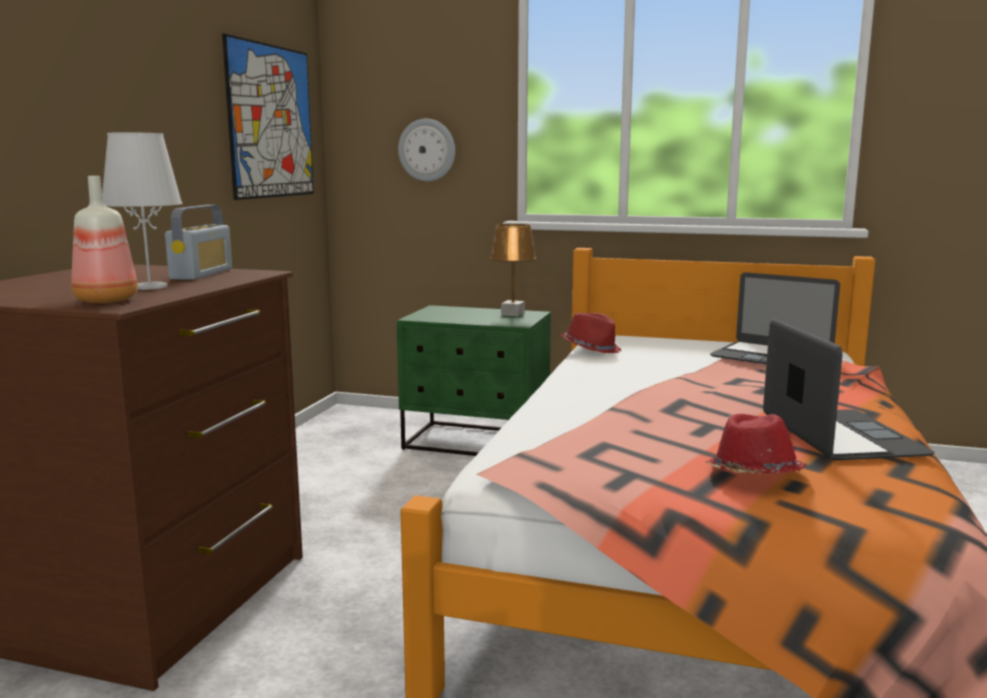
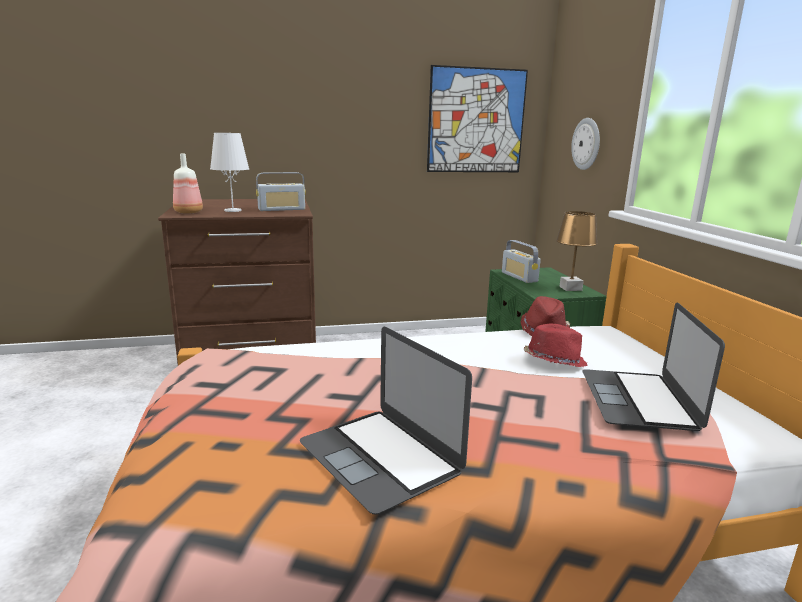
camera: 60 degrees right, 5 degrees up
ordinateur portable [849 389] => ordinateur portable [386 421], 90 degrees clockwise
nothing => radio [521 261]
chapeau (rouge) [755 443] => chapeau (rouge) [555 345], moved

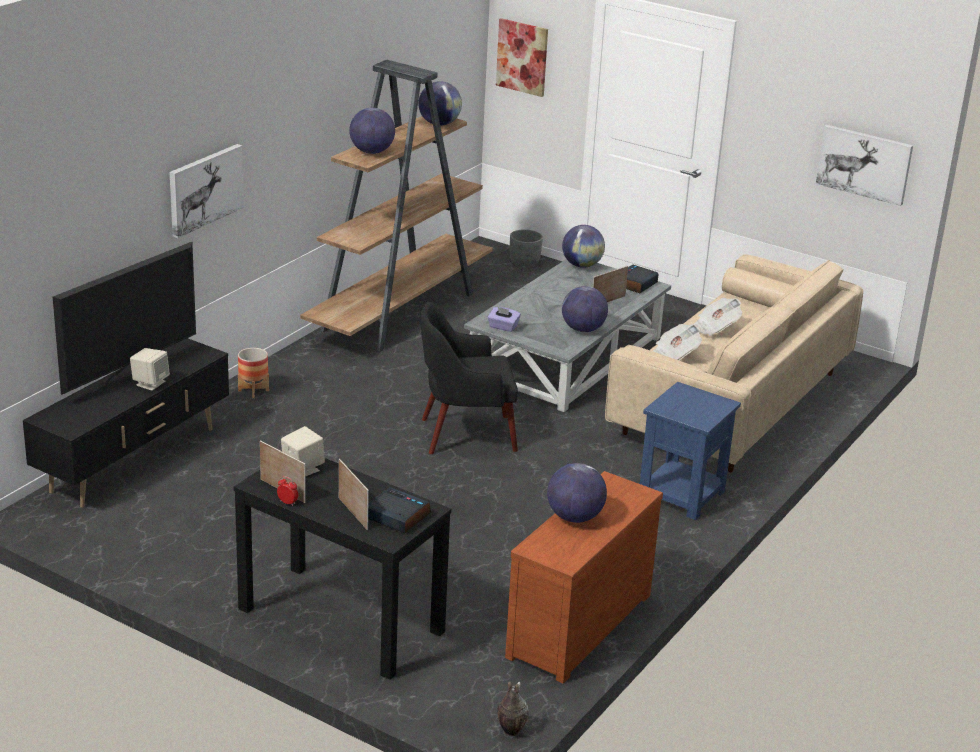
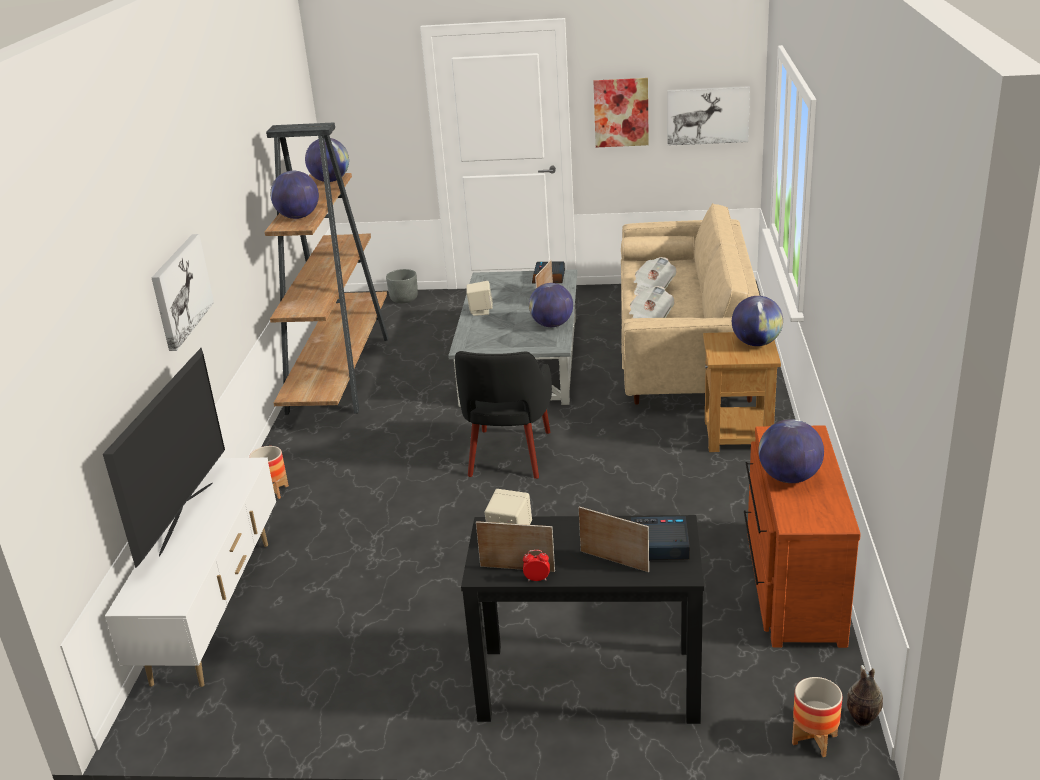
camera: 25 degrees left, 0 degrees up
meuble télé (noir) [126 423] => meuble télé (blanc) [190 572]
fauteuil (noir) [469 378] => fauteuil (noir) [503 415], 45 degrees counterclockwise
enceinte (beige) [150 369] => enceinte (beige) [479 298], moved
tableau [522 57] => tableau [621 112], moved
table d'appoint (bleu) [690 451] => table d'appoint (marron) [742 392]
globe [583 246] => globe [757 321], moved
nothing => cache-pot [817 717]
boîte à mouchoirs (violet) [504 319] => nothing

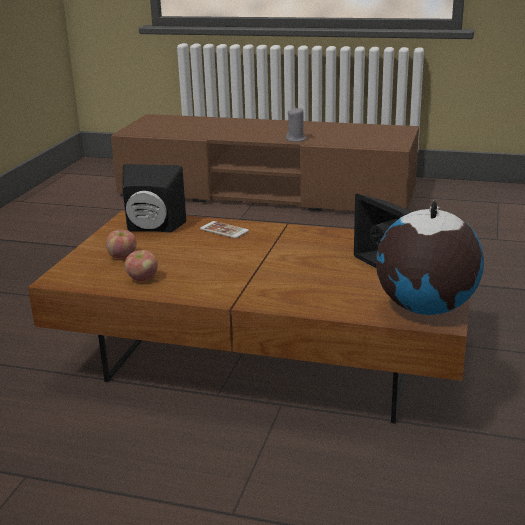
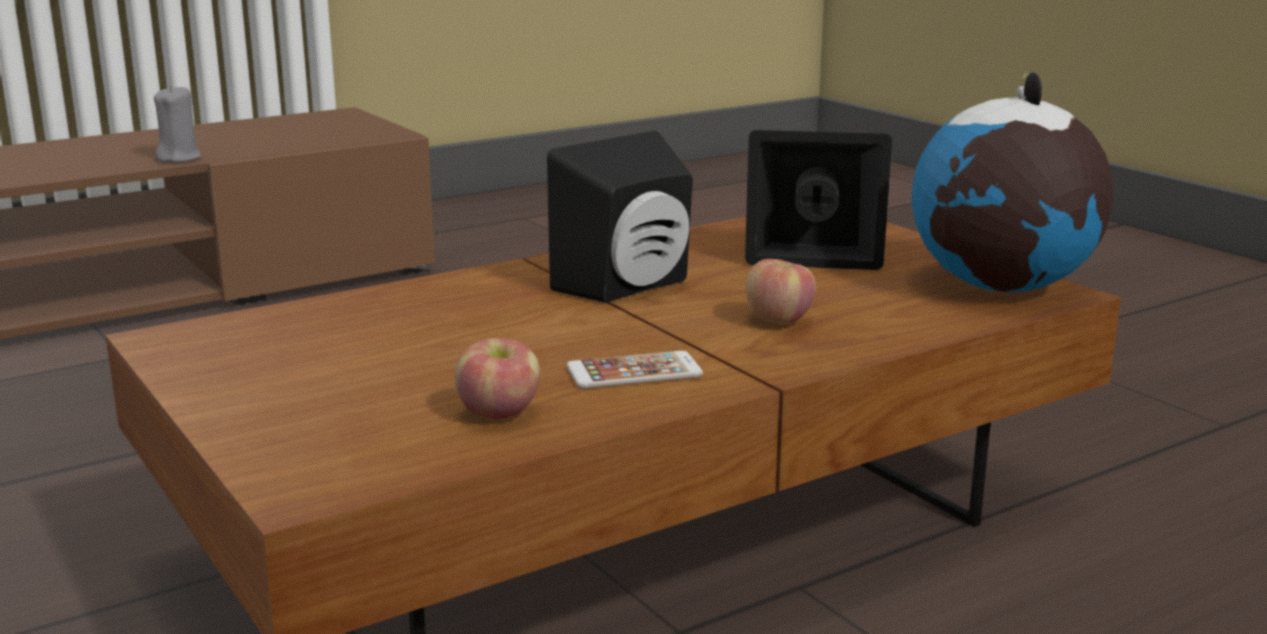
camera: 50 degrees left, 5 degrees down
enceinte (noir) [154 198] => enceinte (noir) [620 217], moved
téléphone [224 229] => téléphone [634 370], moved
pomme [121 244] => pomme [781 291], moved

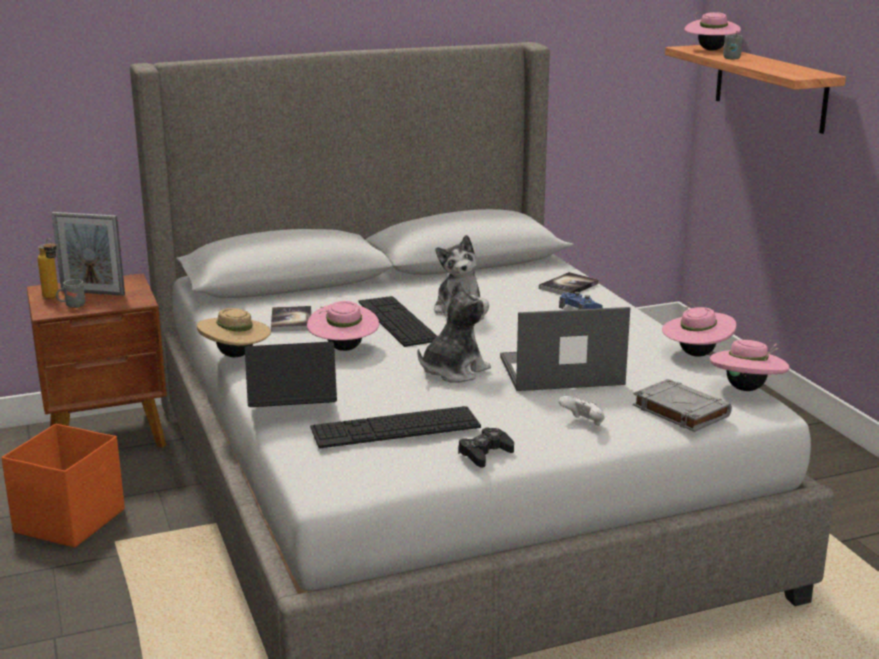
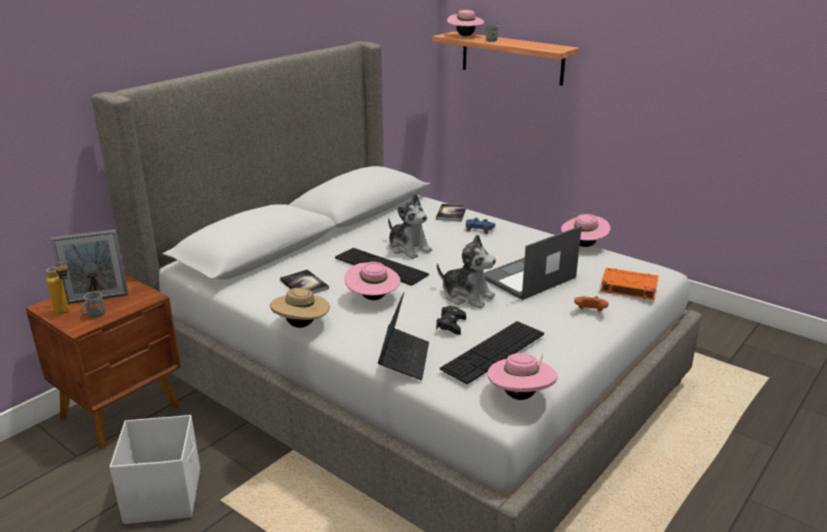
camera: 30 degrees left, 5 degrees up
boîte de rangement (orange) [63 486] => boîte de rangement (blanc) [154 469]
ordinateur portable [291 374] => ordinateur portable [403 336], 135 degrees clockwise
manette (noir) [486 447] => manette (noir) [451 320], moved
peluche [454 331] => peluche [466 271], 105 degrees clockwise
chapeau (rose) [749 365] => chapeau (rose) [522 376], moved
manette (blanc) [582 411] => manette (orange) [591 303]
livre (gris) [682 405] => livre (orange) [629 284]

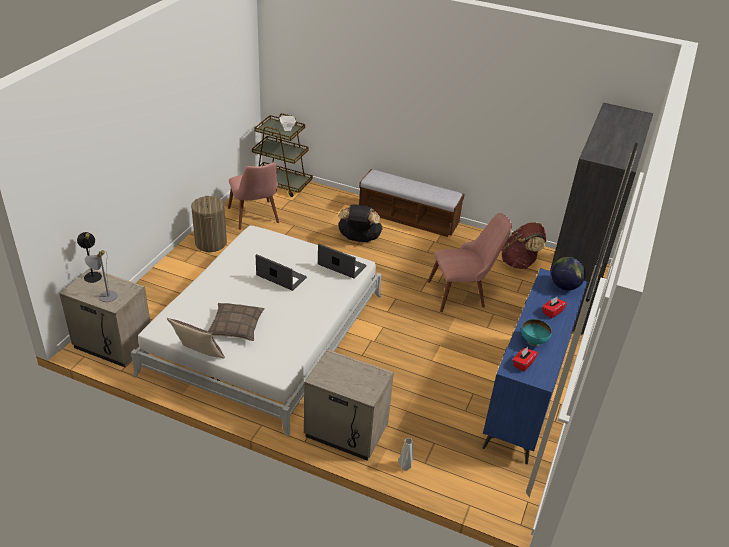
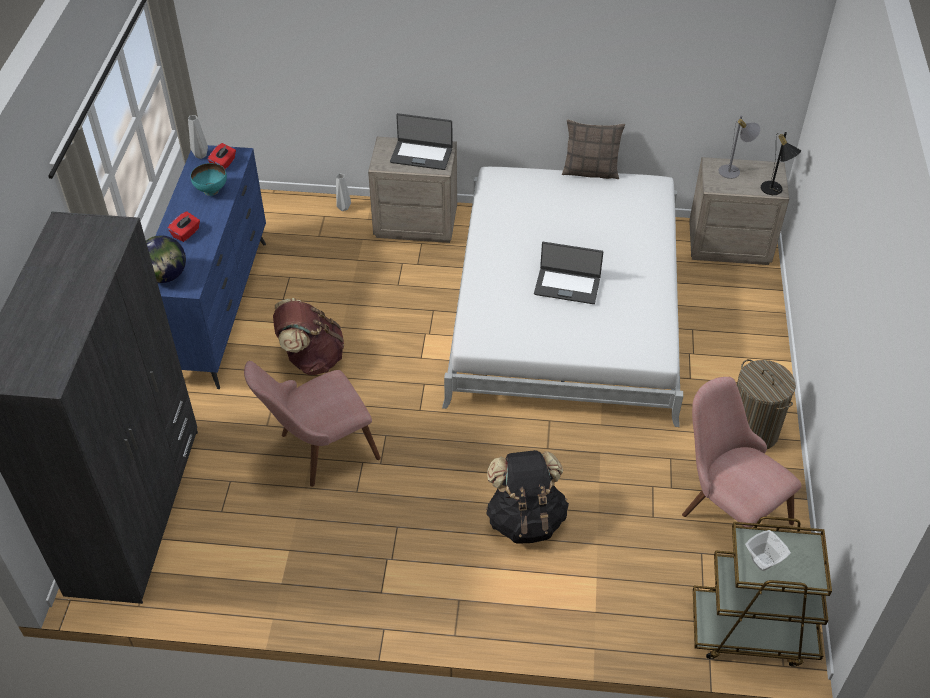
camera: 165 degrees right, 10 degrees up
nothing => vase (gris) [198 137]
sac à dos (marron) [523 245] => sac à dos (marron) [308 336], moved
ordinateur portable [342 261] => ordinateur portable [421 141], moved
coussin [236 322] => nothing
banc [412 203] => nothing

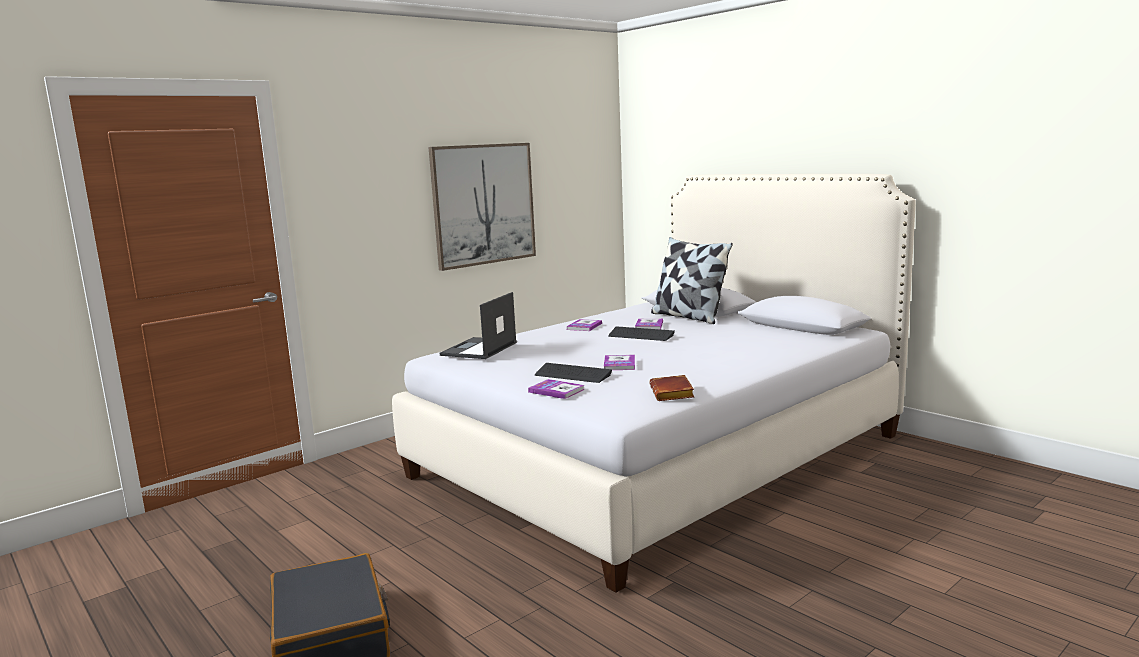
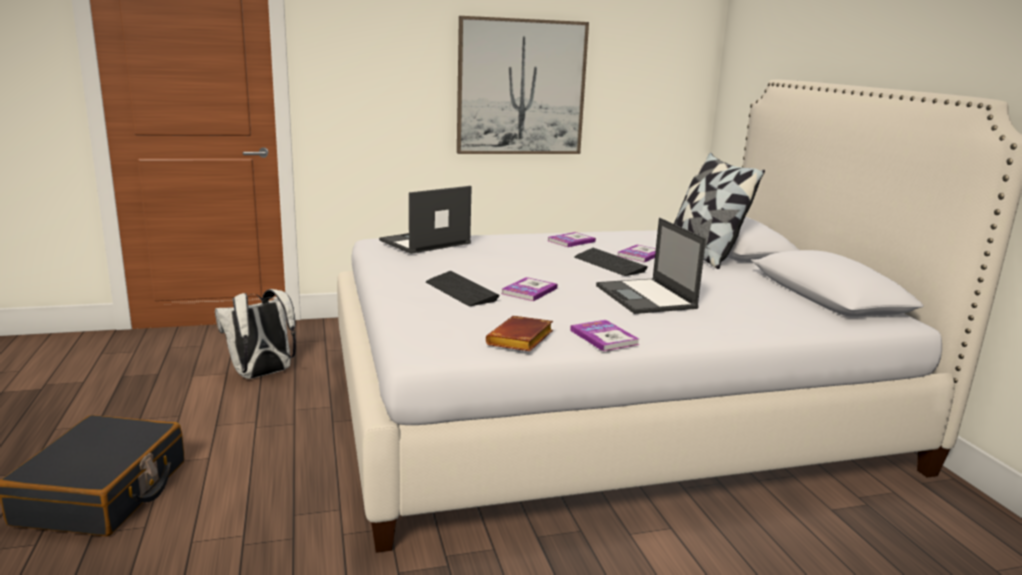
camera: 25 degrees right, 5 degrees up
nothing => sac à dos (blanc) [255 334]
livre [556 389] => livre [604 335], moved
nothing => ordinateur portable [651 266]

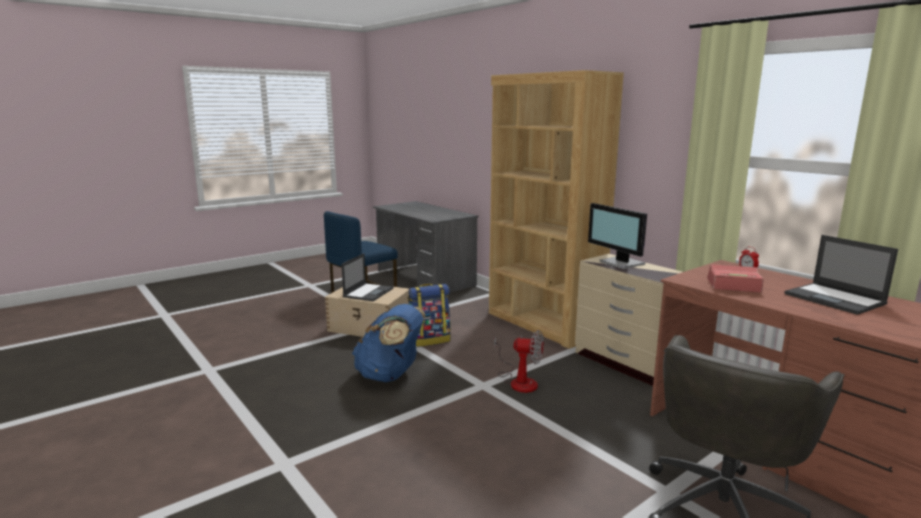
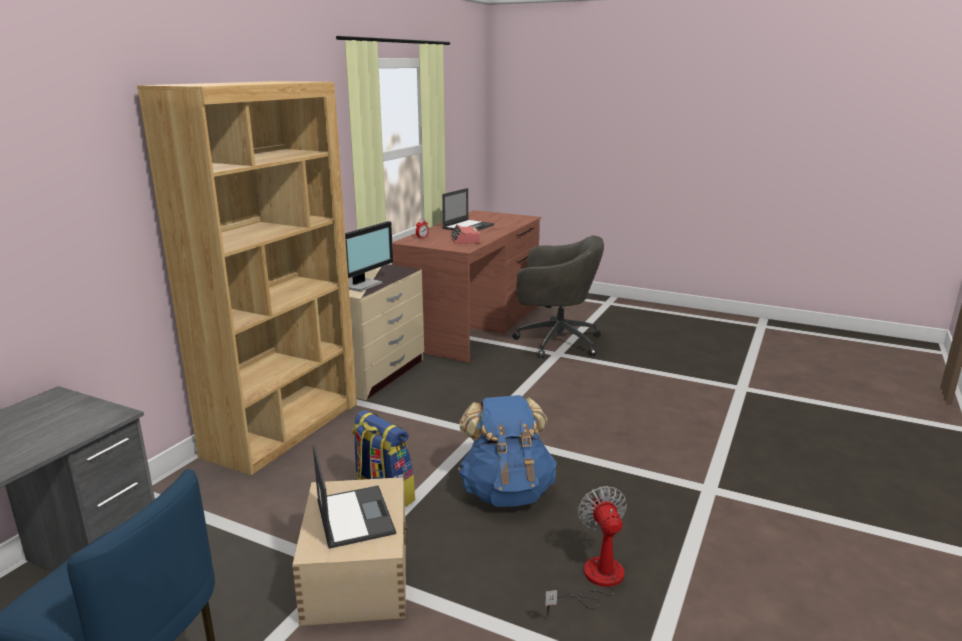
camera: 115 degrees left, 5 degrees up
ordinateur portable [367 277] => ordinateur portable [354 496], 75 degrees clockwise
ventilateur [519 361] => ventilateur [586 551], moved

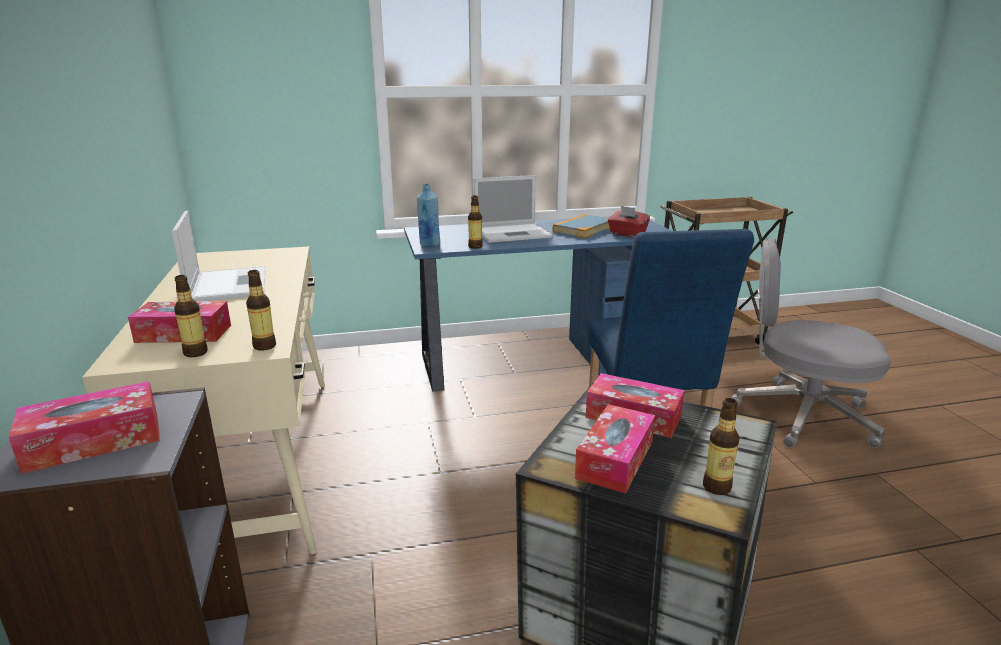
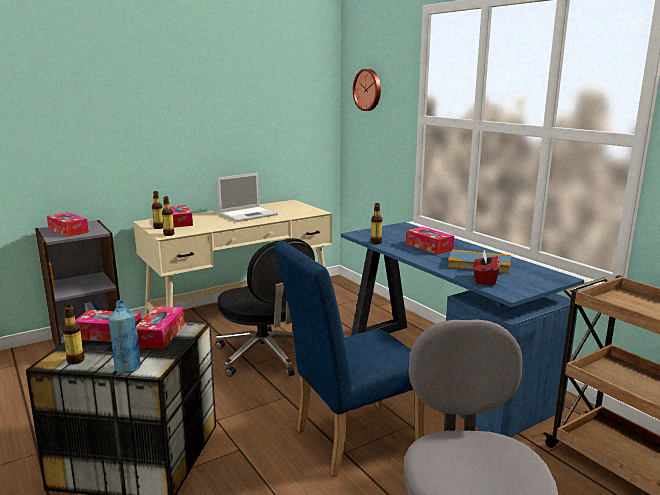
camera: 70 degrees right, 5 degrees down
bouteille (bleu) [428 215] => bouteille (bleu) [125 337], moved
nothing => chaise de bureau (noir) [265 307]
nothing => horloge murale [367 90]
ordinateur portable [513 209] => boîte à mouchoirs [430 241]

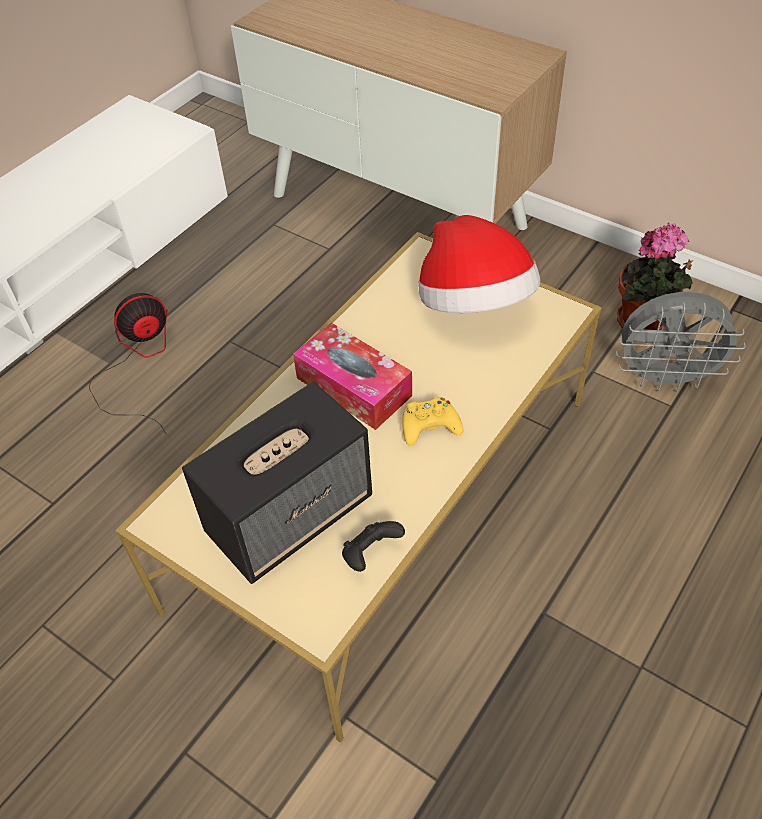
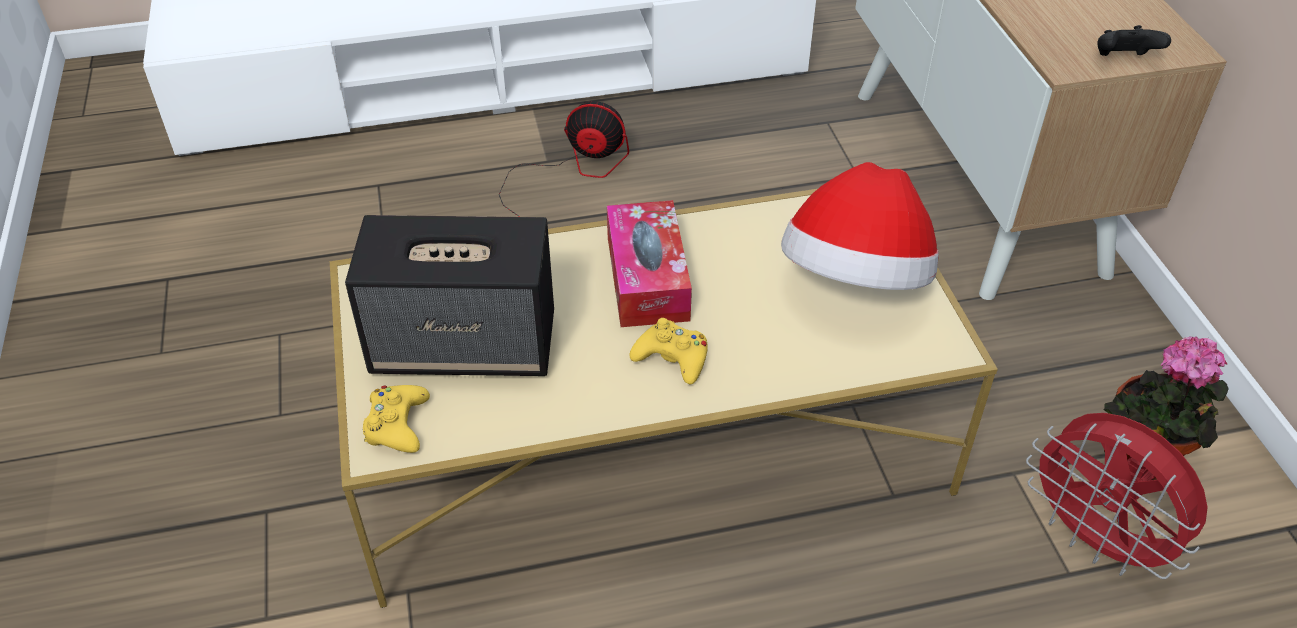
camera: 40 degrees right, 5 degrees down
nothing => manette (jaune) [396 419]
ventilateur (gris) [681 342] => ventilateur (rouge) [1117 496]
manette (noir) [373 546] => manette (noir) [1134 40], moved

